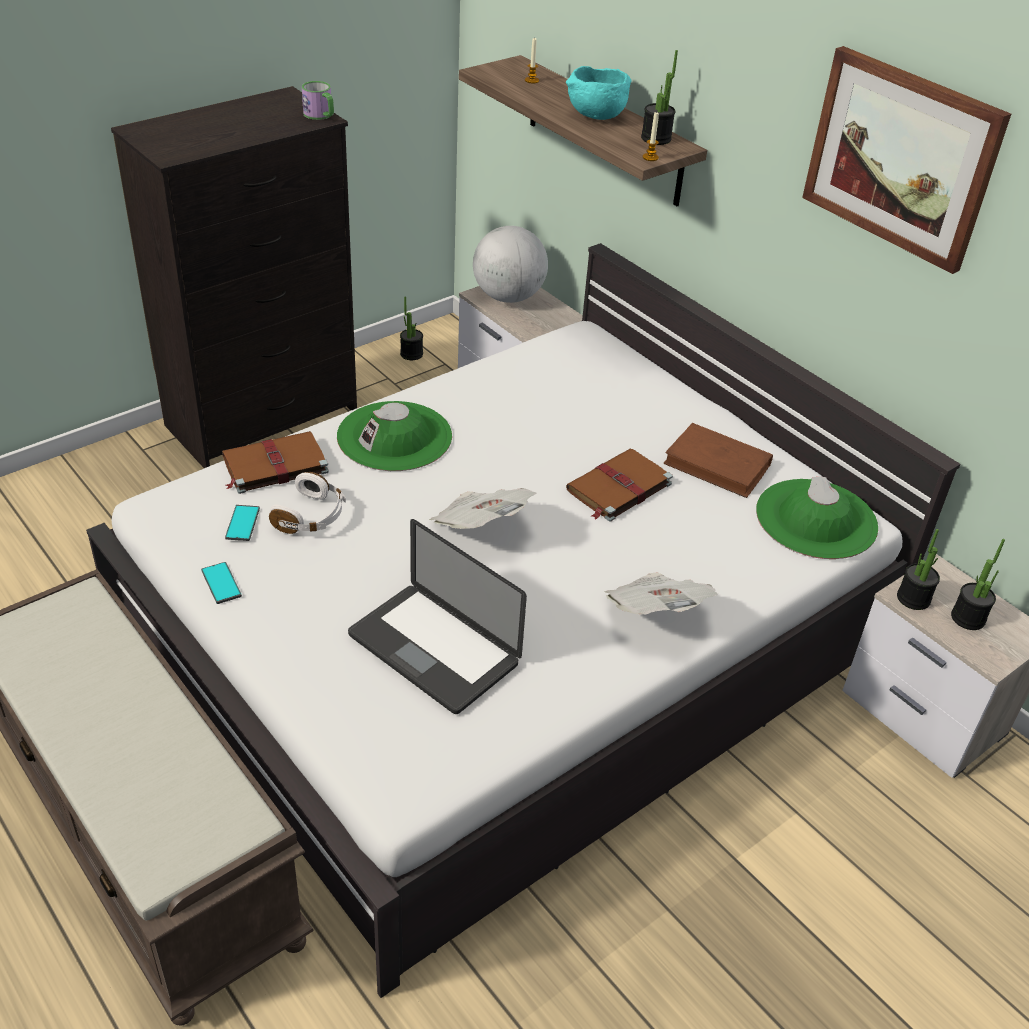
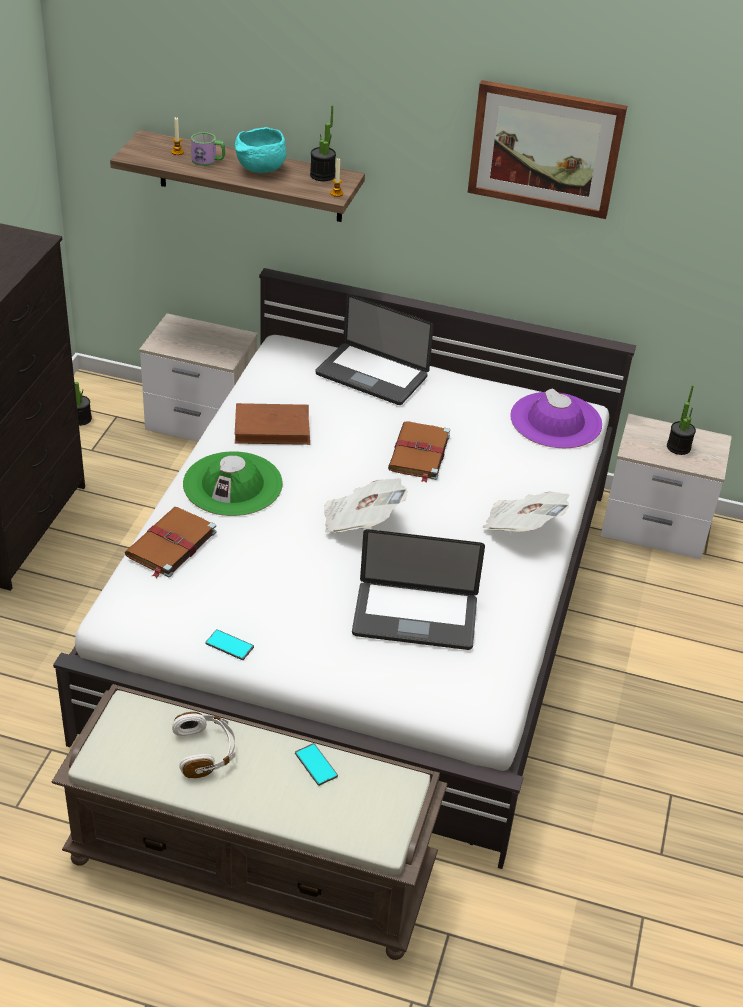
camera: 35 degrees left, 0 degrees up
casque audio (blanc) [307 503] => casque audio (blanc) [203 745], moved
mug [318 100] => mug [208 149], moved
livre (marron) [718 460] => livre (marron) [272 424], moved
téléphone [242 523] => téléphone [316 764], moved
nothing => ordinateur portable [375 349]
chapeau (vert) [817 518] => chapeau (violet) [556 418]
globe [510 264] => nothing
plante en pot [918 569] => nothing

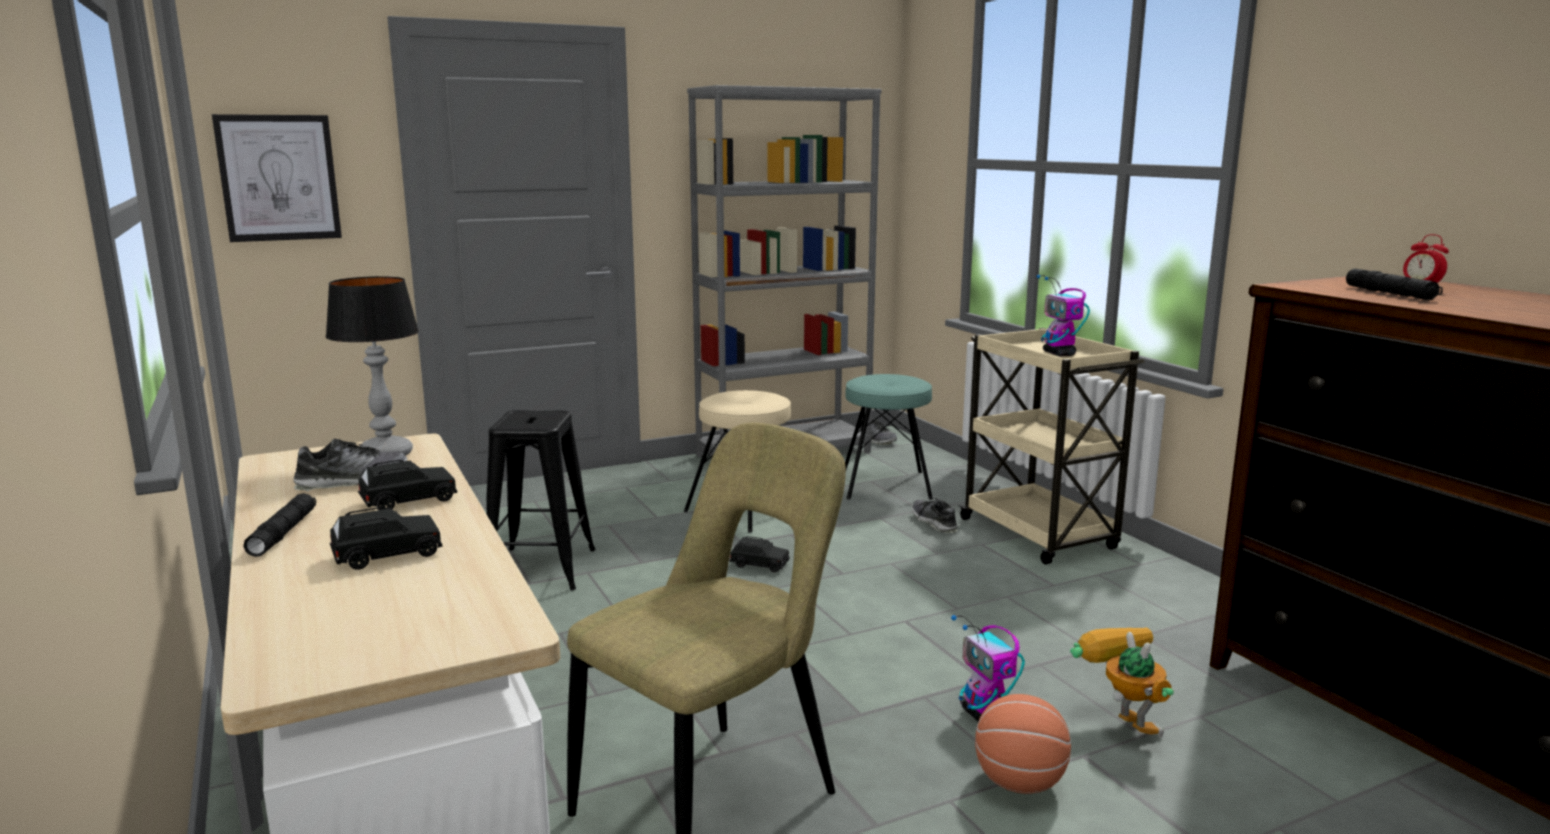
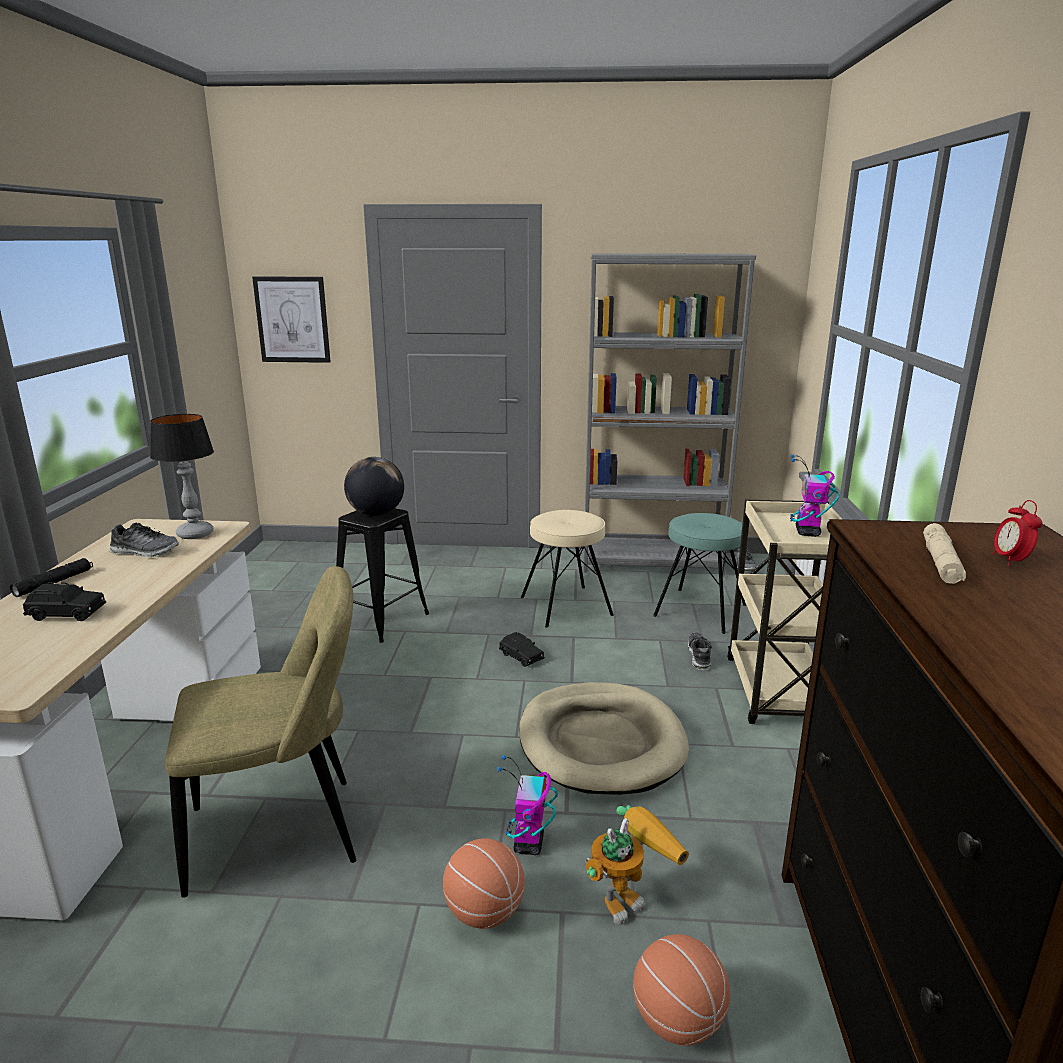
camera: 30 degrees right, 5 degrees up
nothing => globe [374 486]
nothing => panier pour chien (beige) [604 738]
robot jouet [1122 682] => robot jouet [637 865], 45 degrees clockwise
nothing => ballon de basket [681 990]
lampe de poche (noir) [1394 284] => lampe de poche (beige) [944 553]
petite voiture (noir) [407 484] => nothing

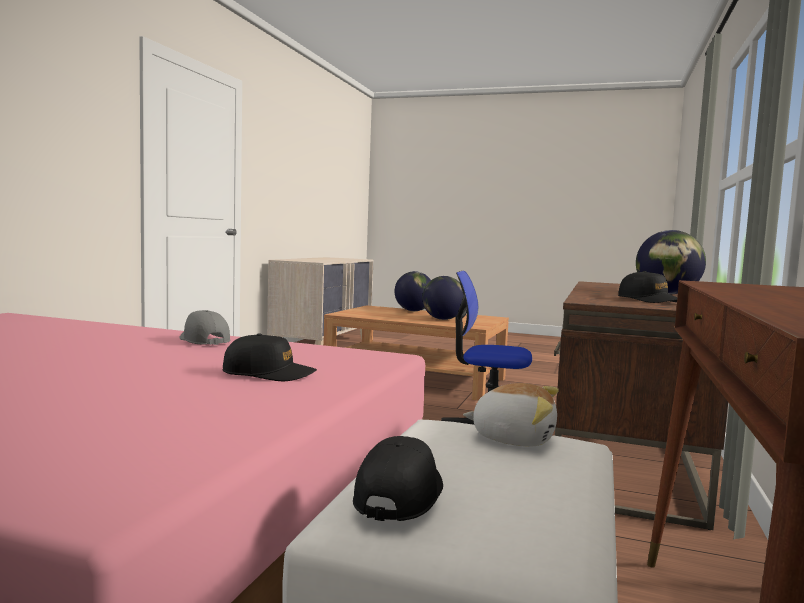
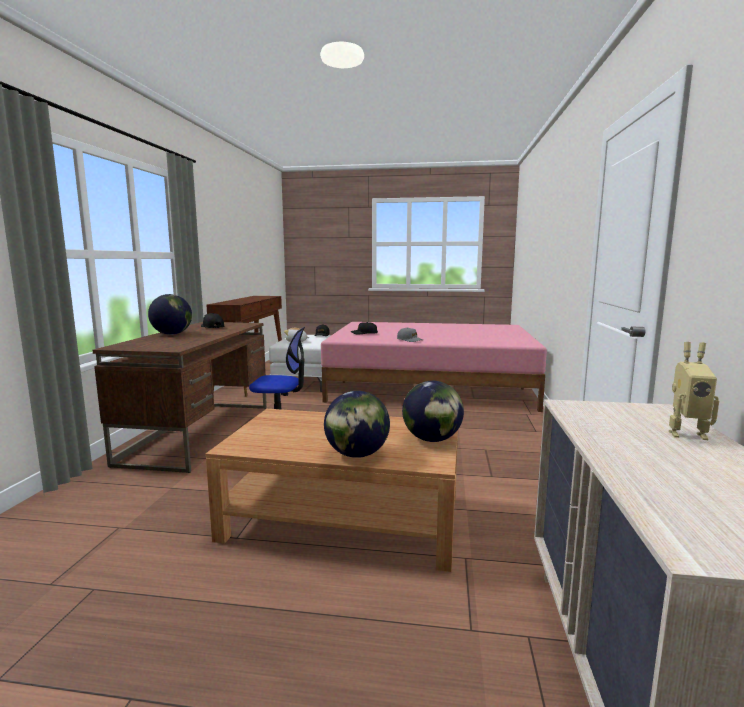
camera: 170 degrees right, 5 degrees up
globe [443 298] => globe [433 411], moved
nothing => robot jouet [694 391]

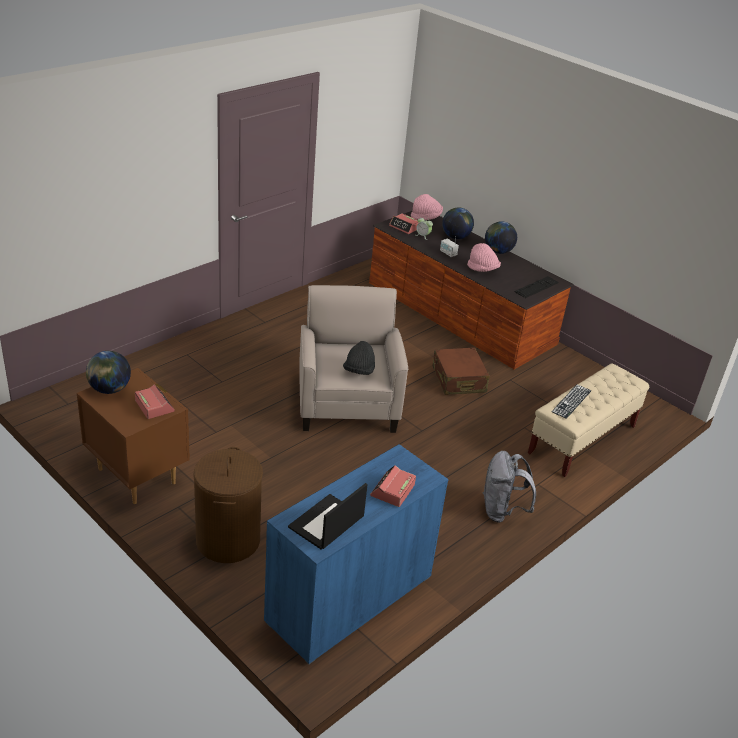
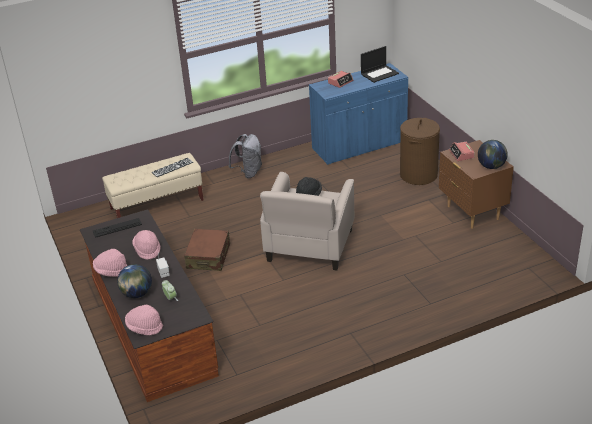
camera: 155 degrees left, 0 degrees up
globe [501 237] => chapeau (rose) [110 263]
réveil [404 223] => nothing

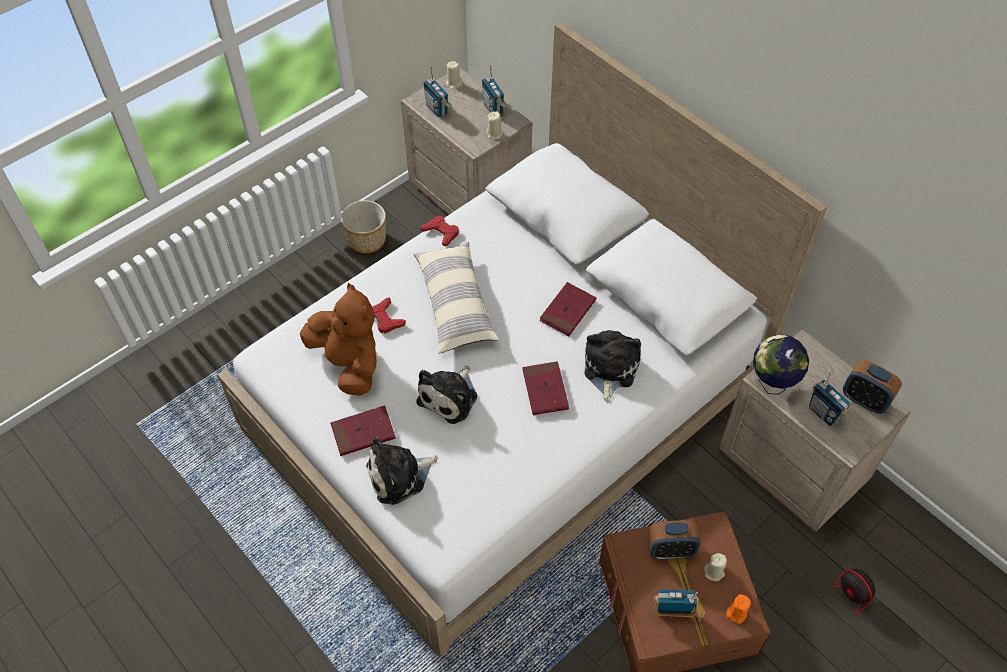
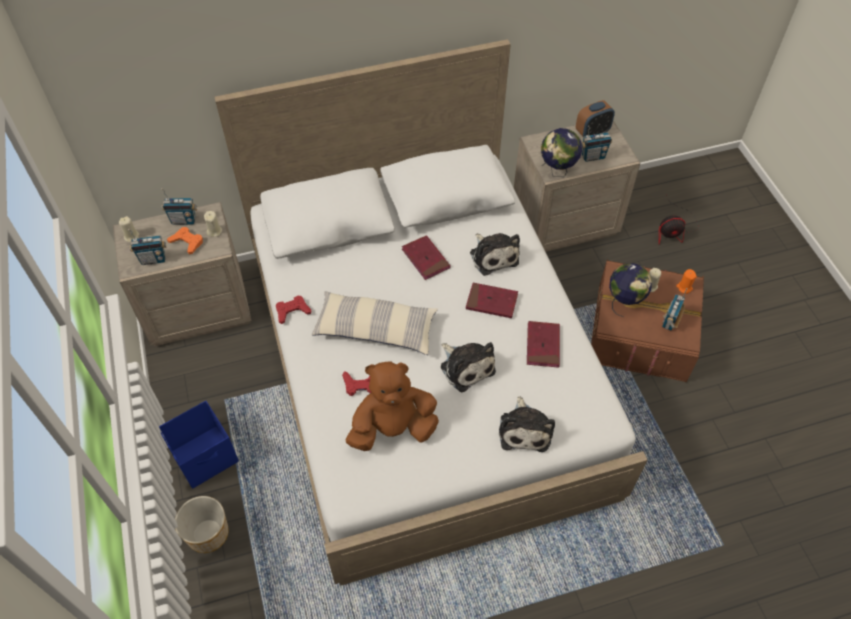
camera: 65 degrees left, 0 degrees up
nothing => boîte de rangement (bleu) [199 445]
nothing => manette (orange) [185 240]
cache-pot [363 226] => cache-pot [202 524], moved
peluche [612 366] => peluche [495 254], 150 degrees counterclockwise
livre (rouge) [363 430] => livre (rouge) [543 344], moved
réveil [674 539] => globe [630 290]

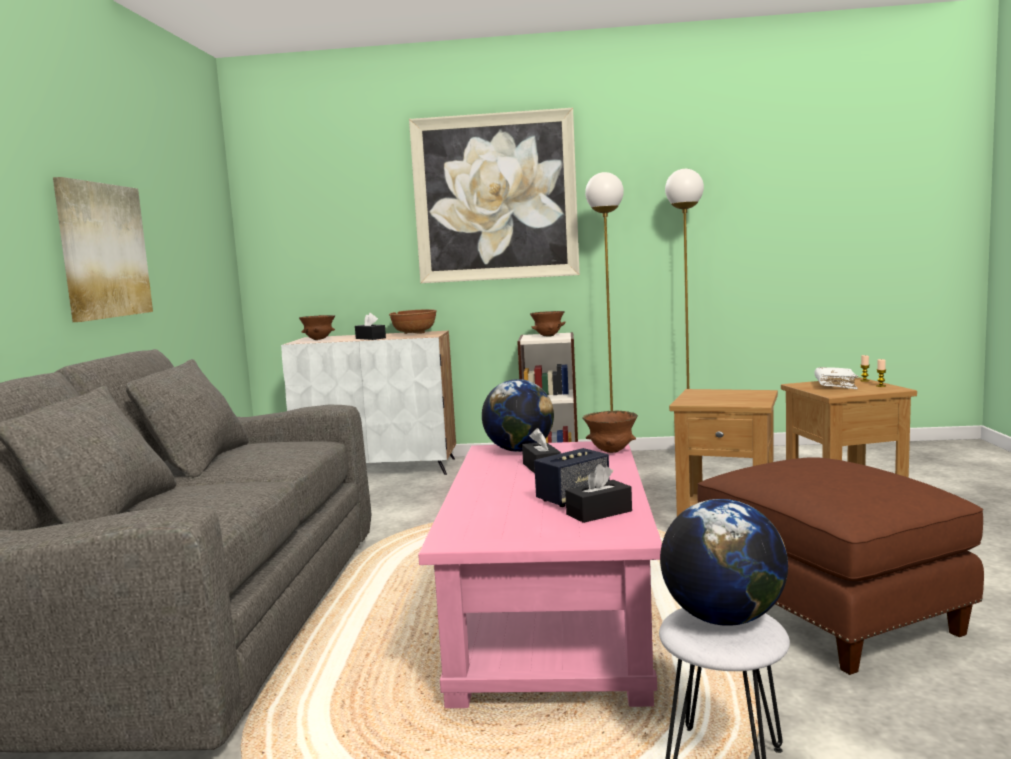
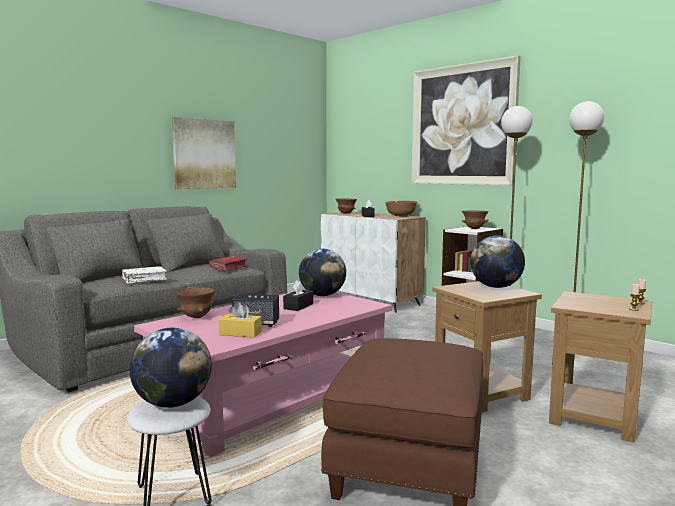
camera: 40 degrees right, 0 degrees up
livre (blanc) [836 378] => livre (blanc) [144 275], moved
bol (marron) [610 432] => bol (marron) [196 302], moved
nothing => livre (rouge) [228 263]
boîte à mouchoirs (noir) [598 493] => boîte à mouchoirs (jaune) [240 320]
nothing => globe [497 261]

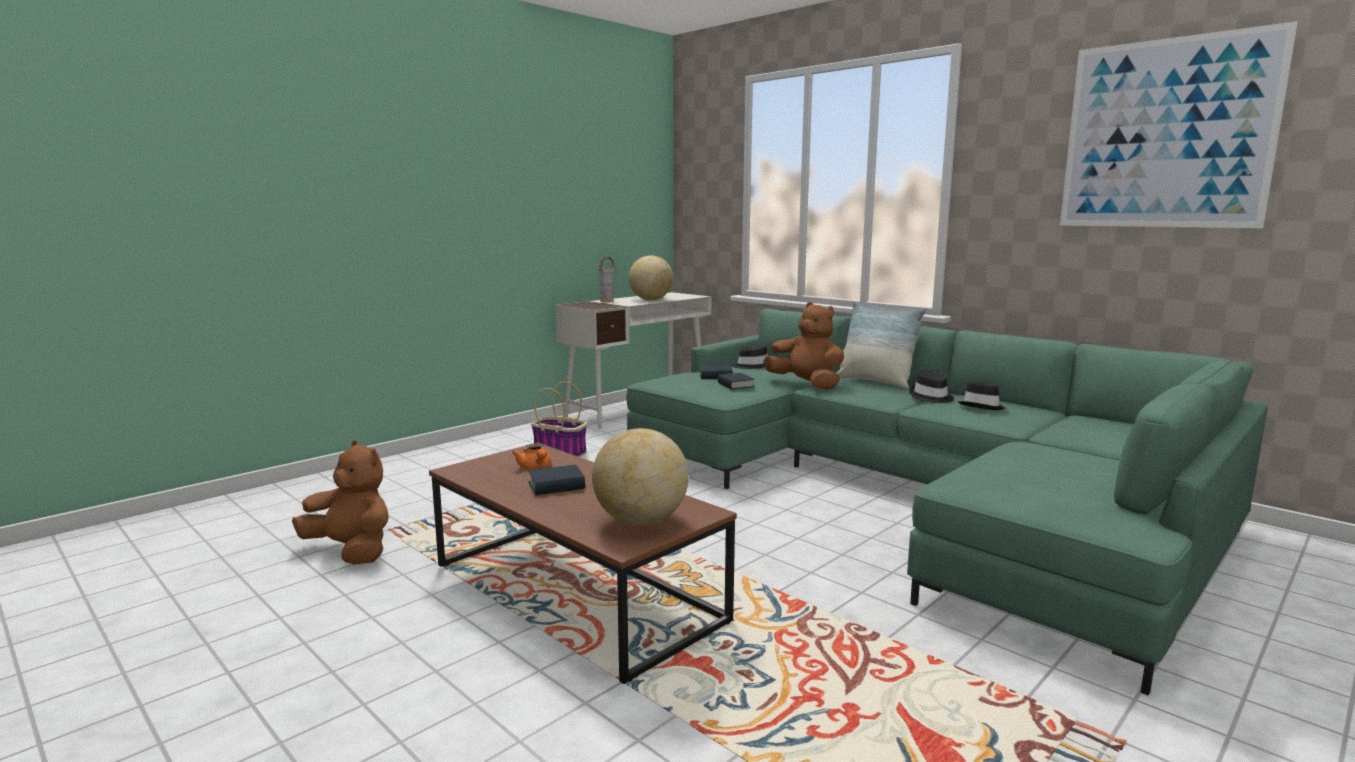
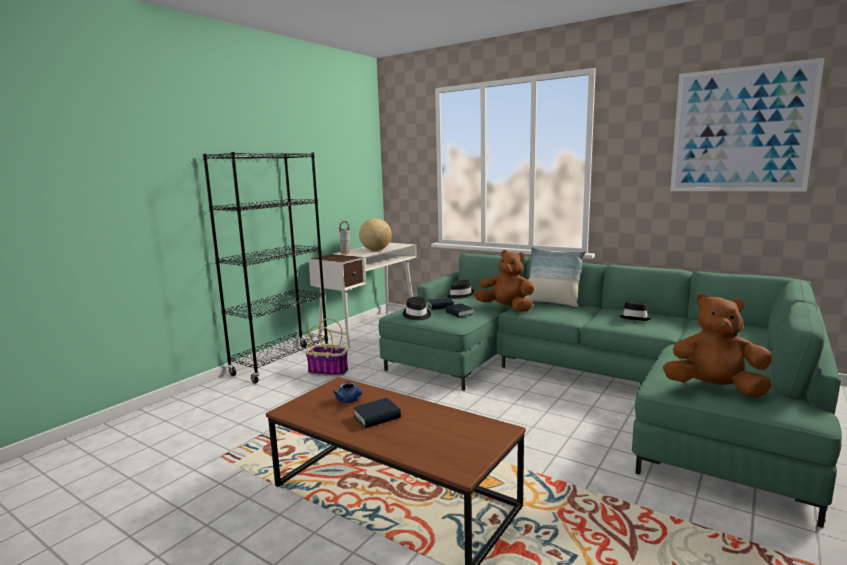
camera: 10 degrees left, 0 degrees up
nothing => bibliothèque (noir) [266 267]
théière (orange) [531 456] => théière (bleu) [348 392]
chapeau (noir) [931 386] => chapeau (noir) [416 308], moved
peluche (marron) [340 502] => peluche (marron) [717 346], moved
globe [640 477] => nothing

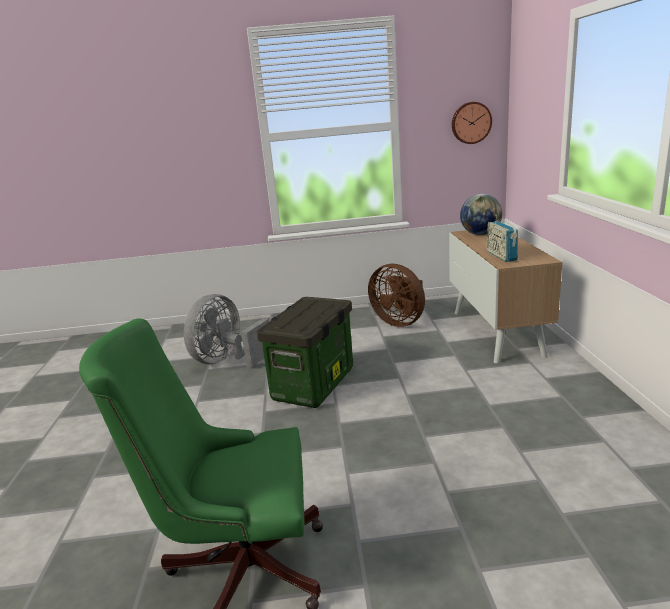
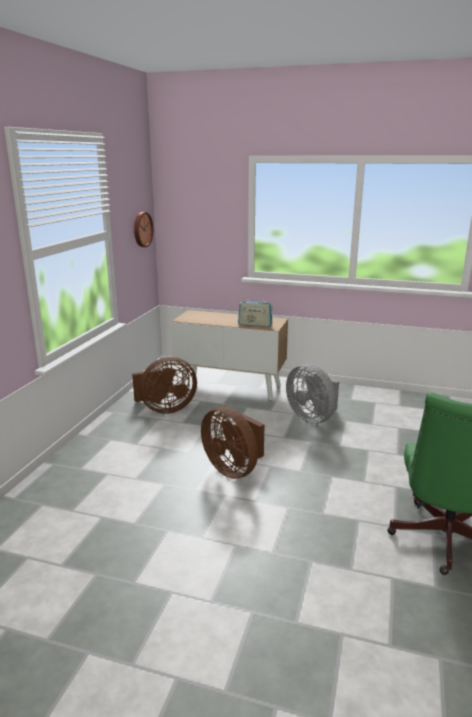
camera: 70 degrees left, 0 degrees up
boîte de rangement [305 352] => ventilateur (marron) [233 442]
ventilateur (gris) [226 330] => ventilateur (gris) [312 394], moved
globe [481 214] => nothing

